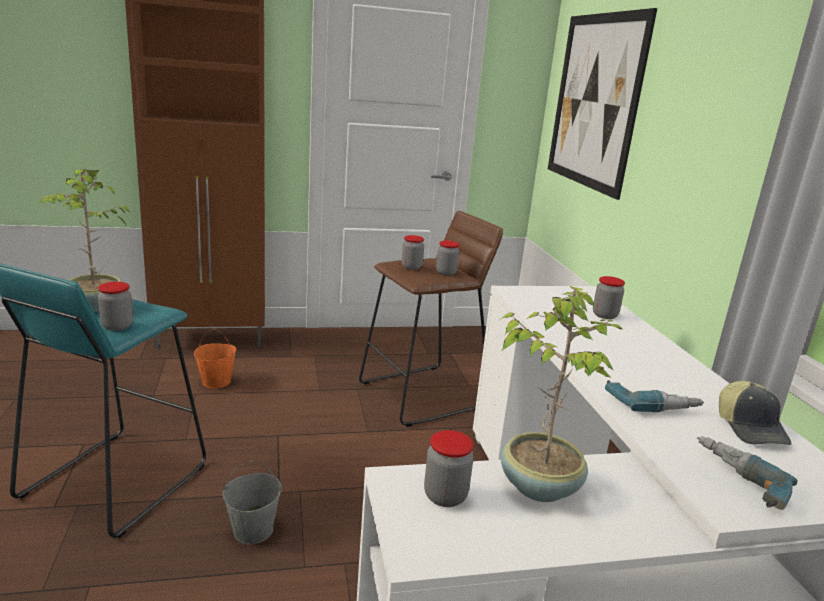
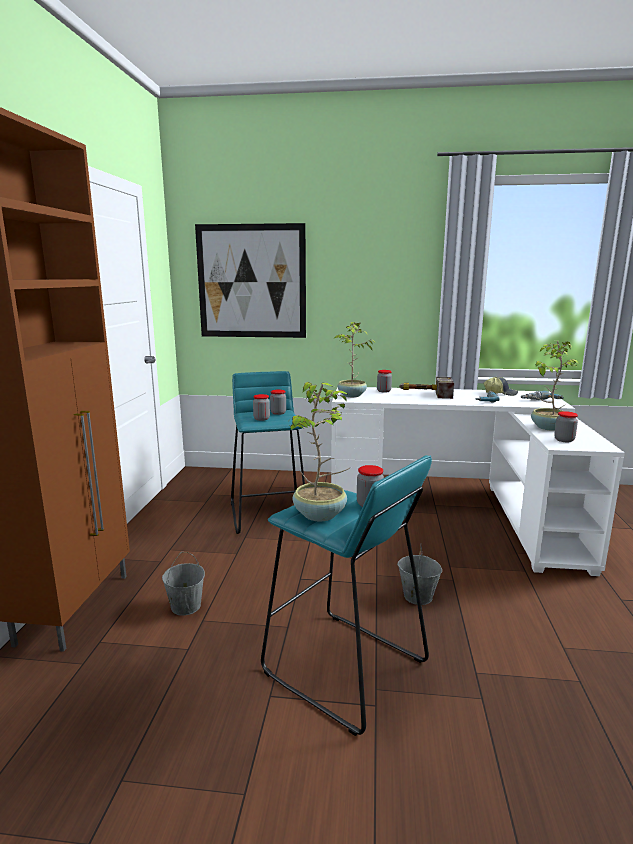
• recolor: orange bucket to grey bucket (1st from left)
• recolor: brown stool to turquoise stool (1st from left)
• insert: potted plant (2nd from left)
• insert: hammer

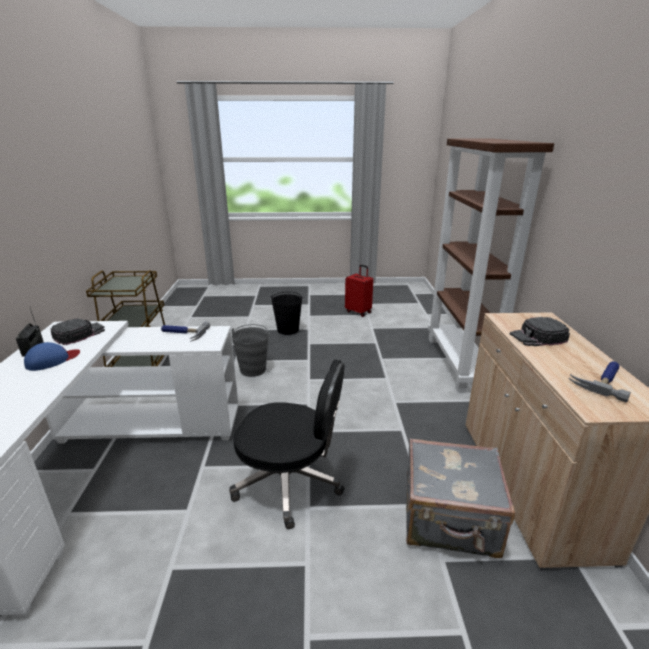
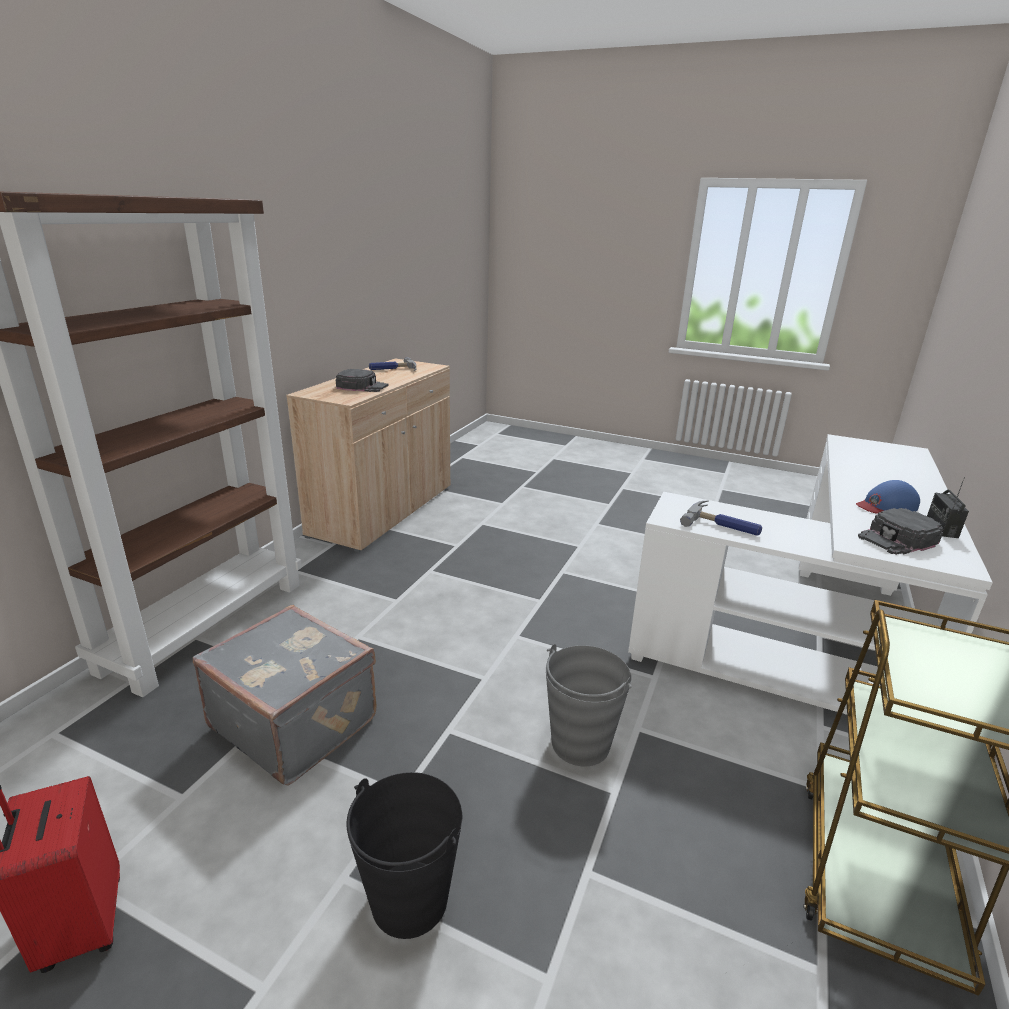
• move: grey suitcase
• delete: black office chair

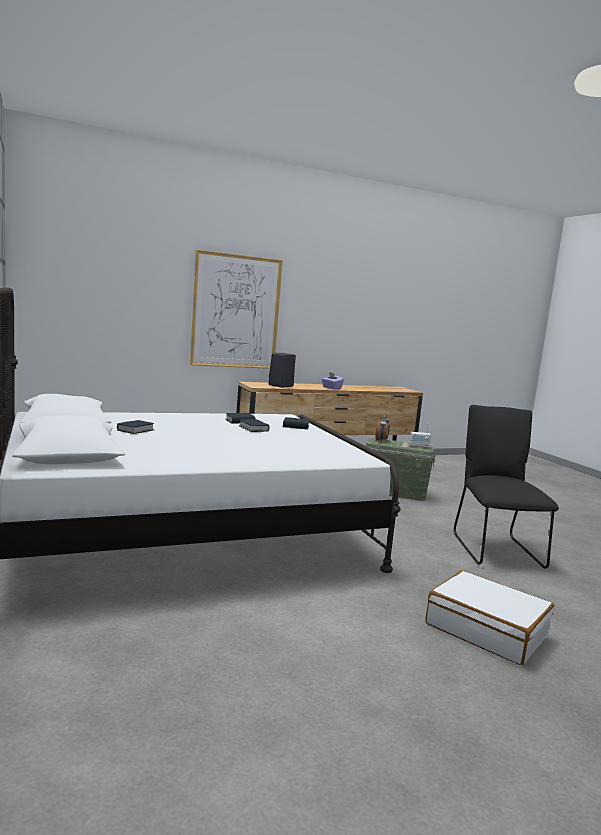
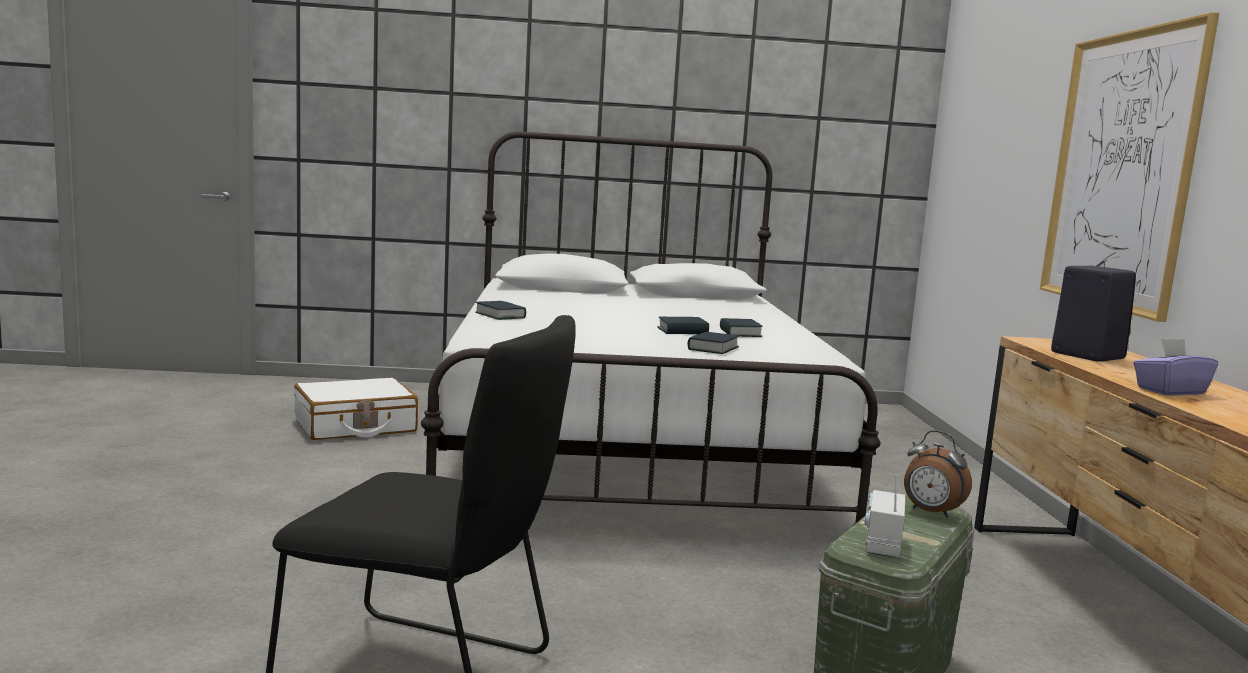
• move: white suitcase
• move: book (1st from left)

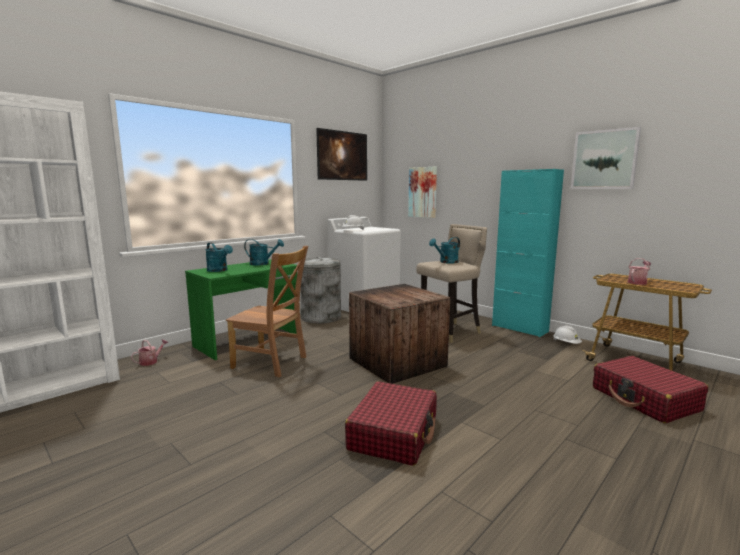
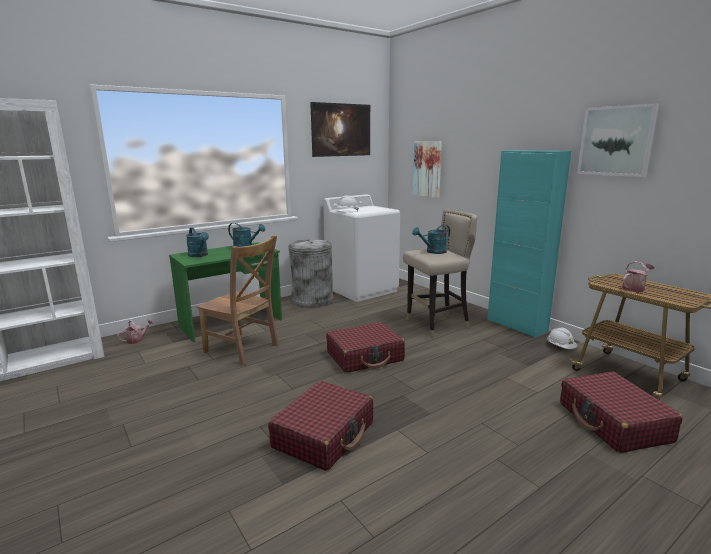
• replace: crate to red suitcase (2nd from left)

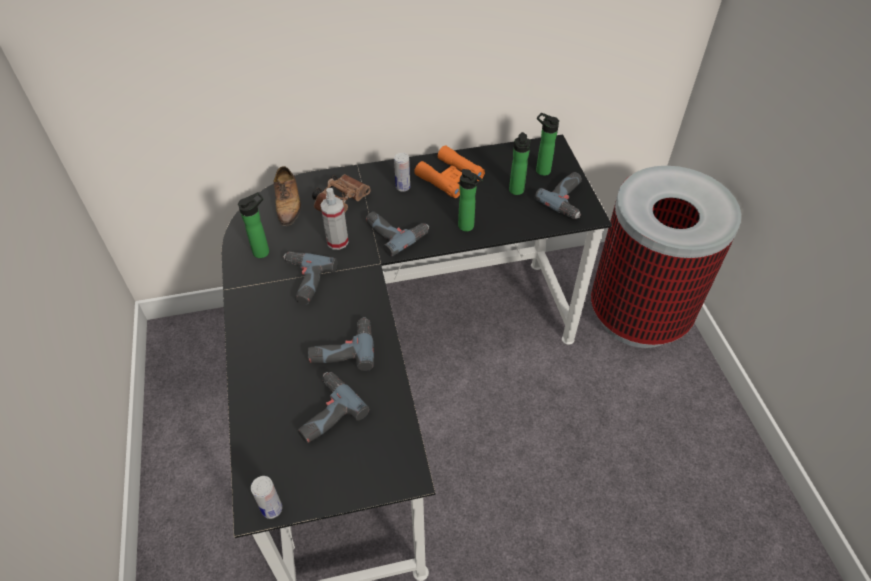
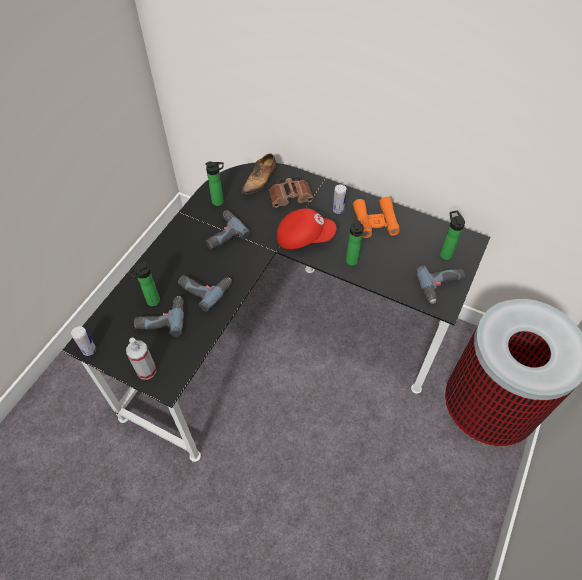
• move: spray bottle
• move: bottle (3rd from left in the first image) to bottle (1st from left)
• replace: power drill (4th from left) to red cap

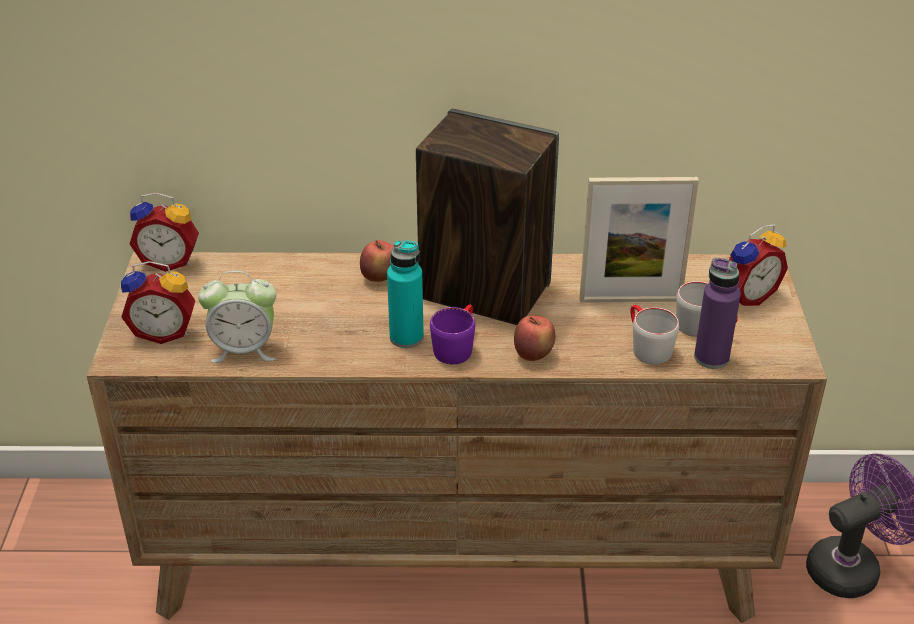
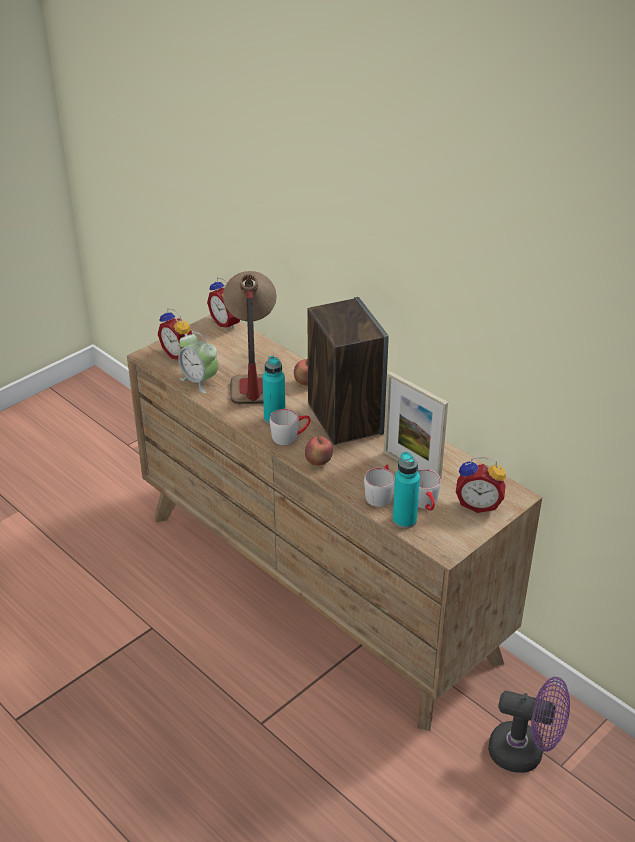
• insert: table lamp
• recolor: purple mug to grey mug (1st from left)
• recolor: purple bottle to turquoise bottle (2nd from left)

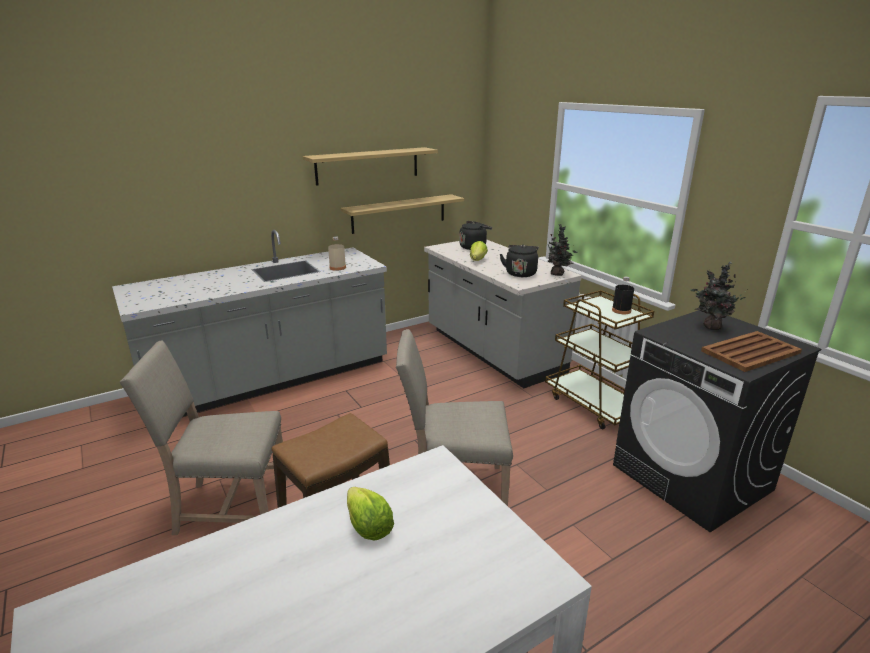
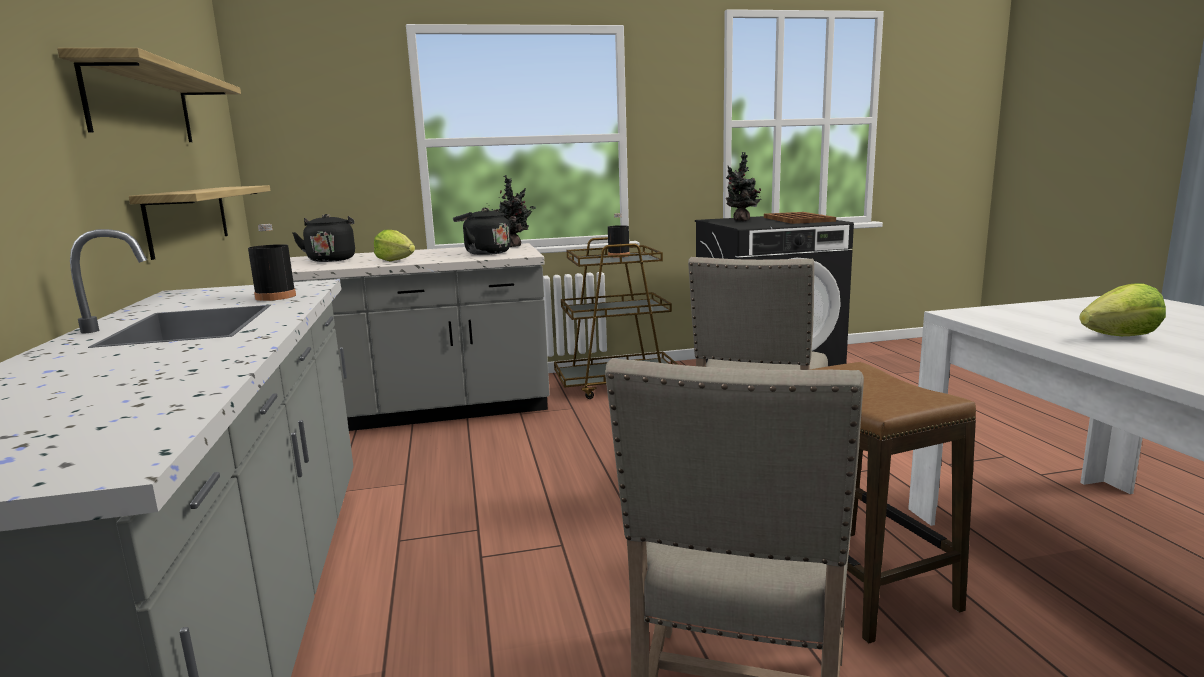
• recolor: beige bottle to black bottle (1st from left)

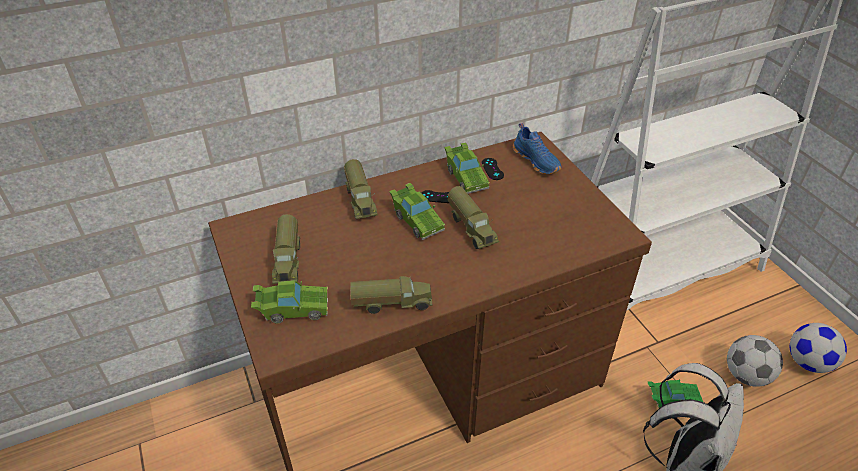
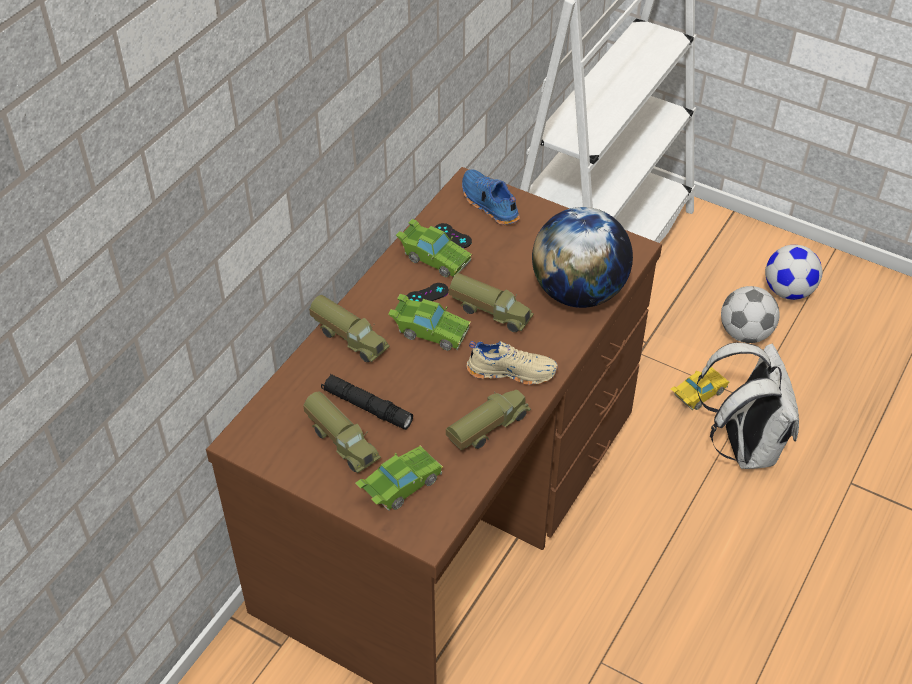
• insert: black flashlight
• rotate: blue shoe 150 degrees counterclockwise
• insert: beige shoe
• insert: globe
• recolor: green toy car (4th from left) to yellow toy car

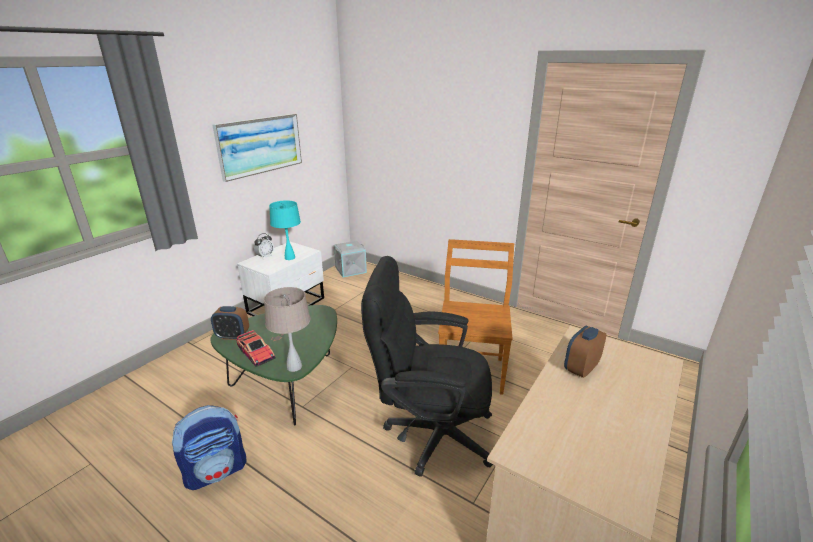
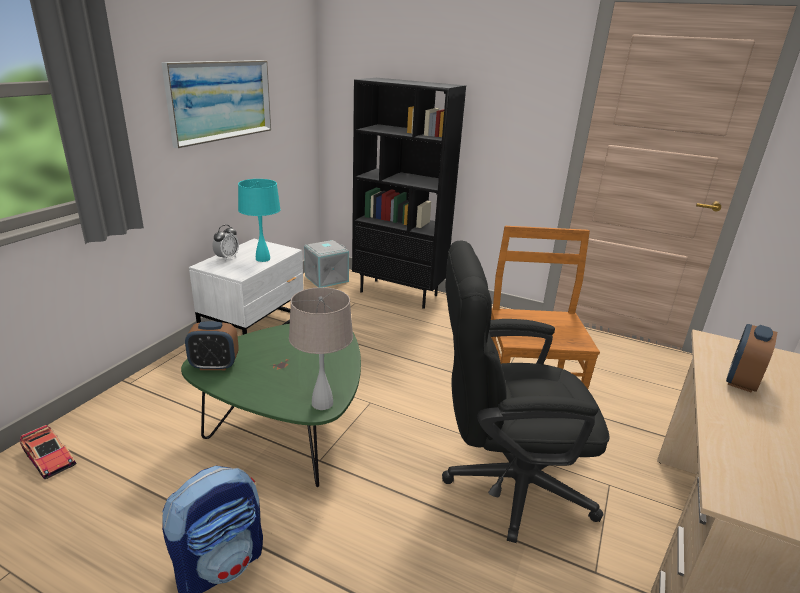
• move: toy car
• insert: black bookcase

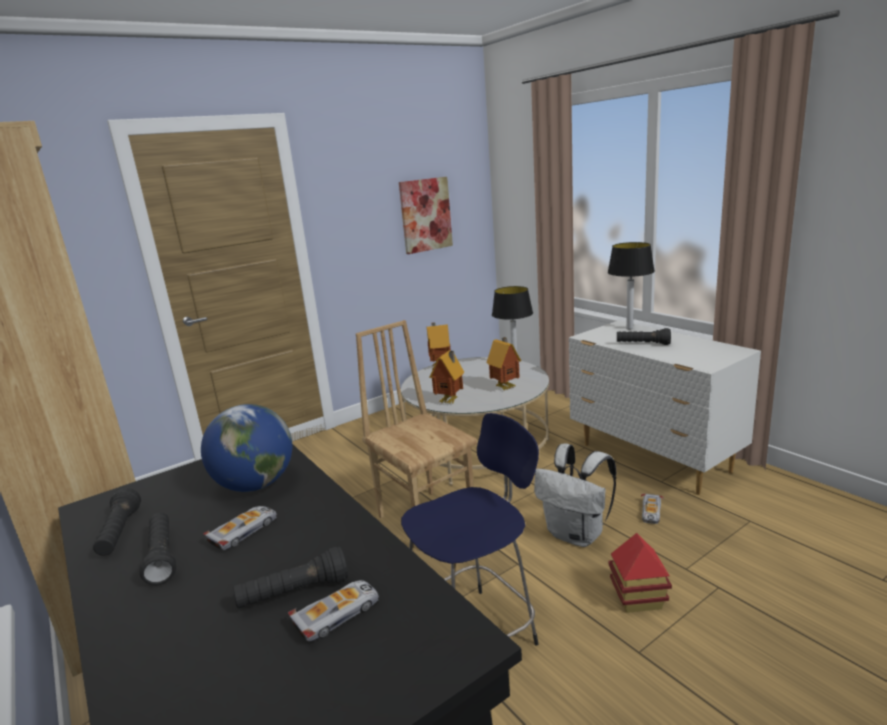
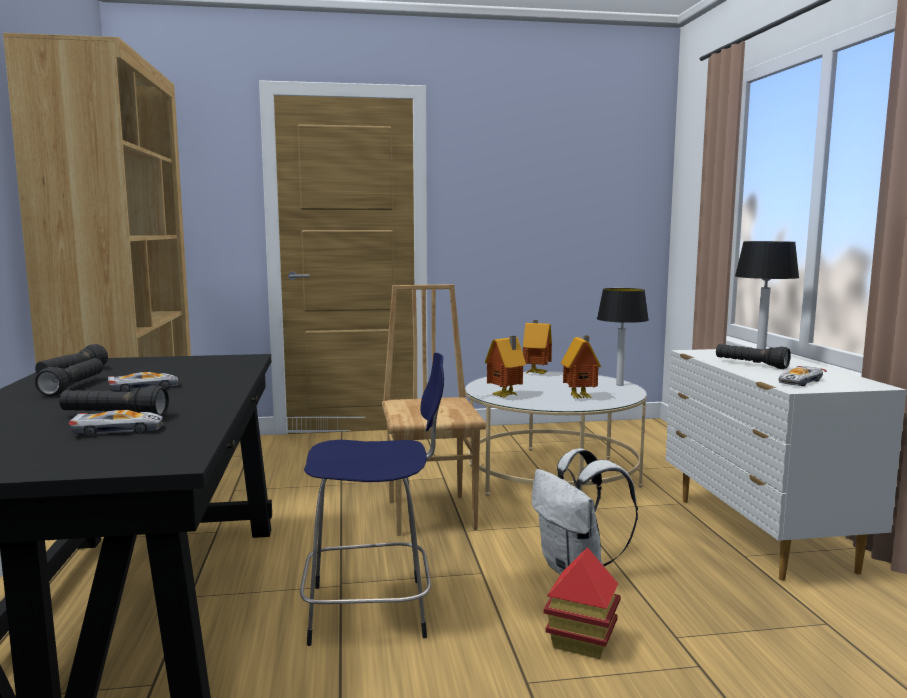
• move: toy car (3rd from left)
• delete: globe
• delete: picture

